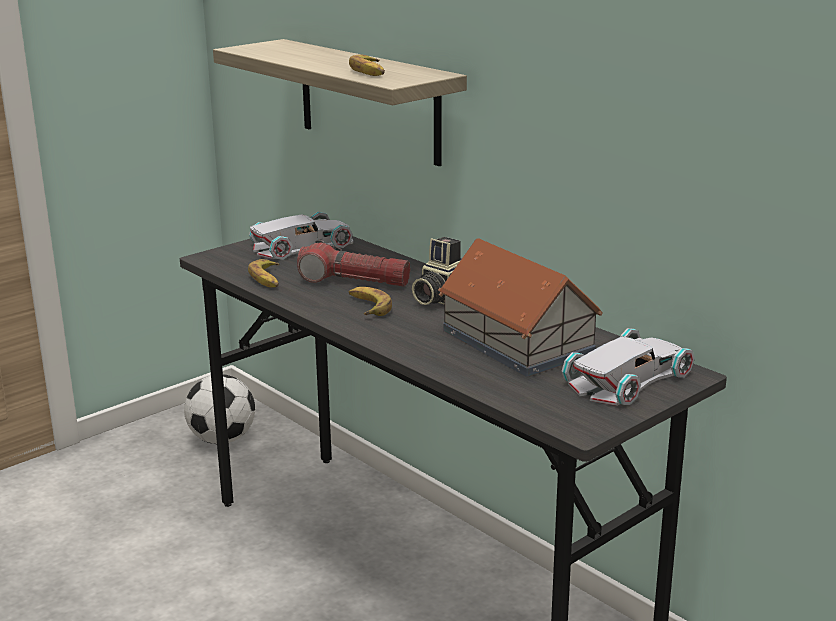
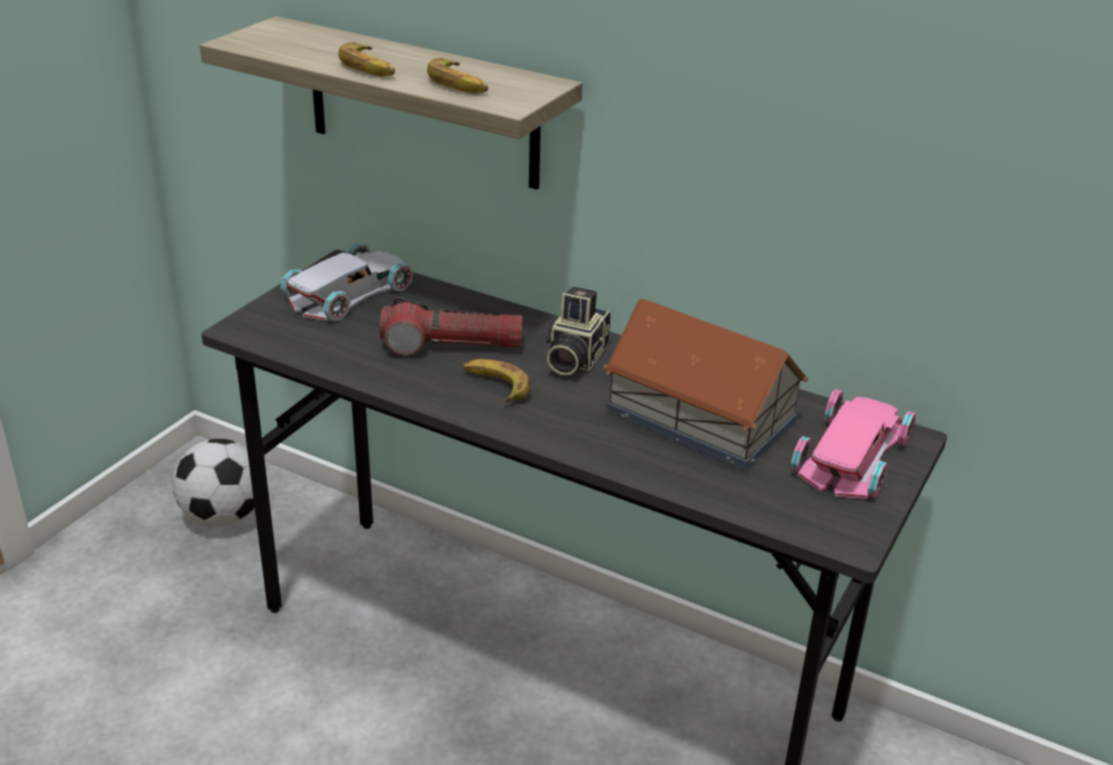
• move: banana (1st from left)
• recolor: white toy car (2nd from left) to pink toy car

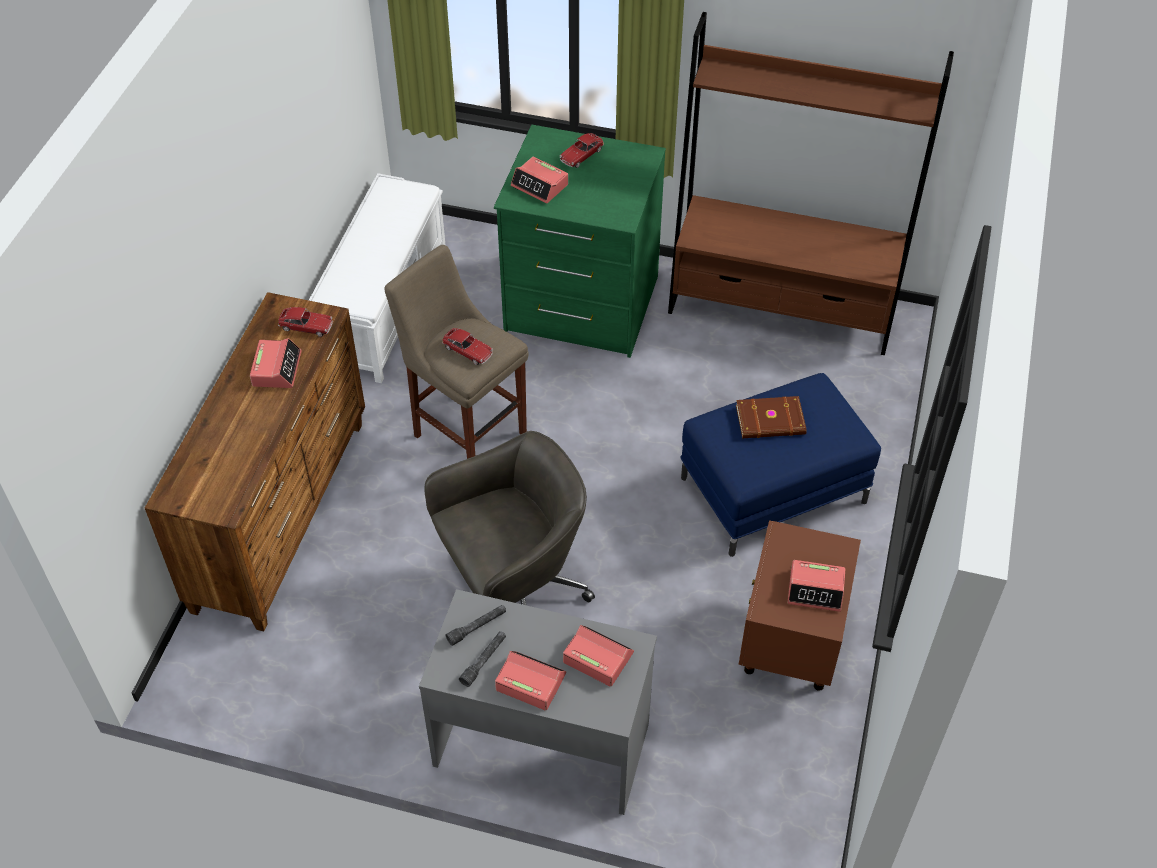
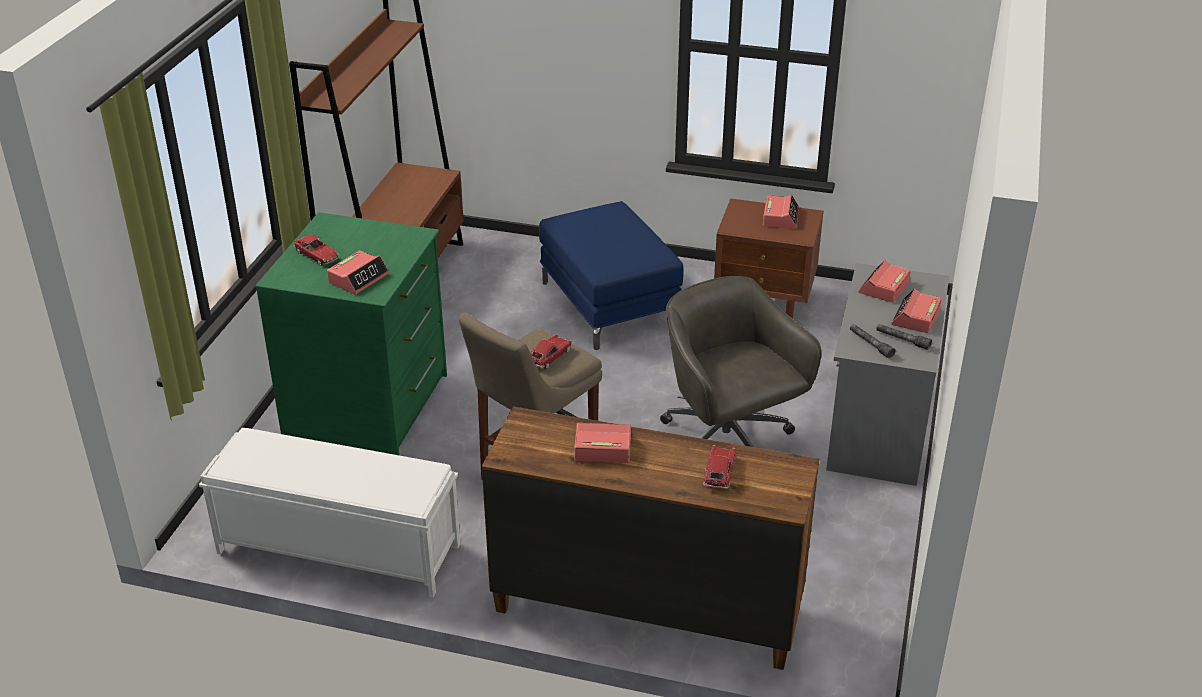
• move: toy car (1st from left in the first image) to toy car (3rd from left)
• delete: brown book

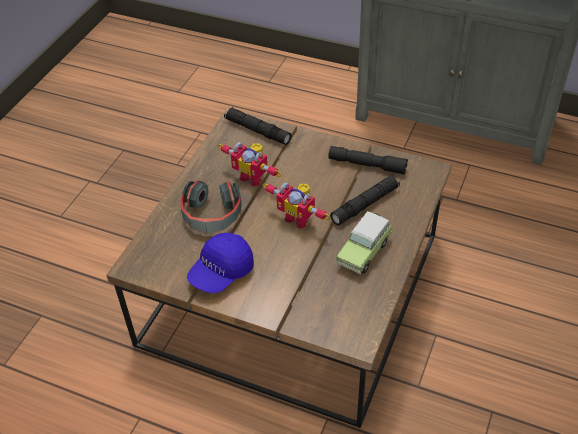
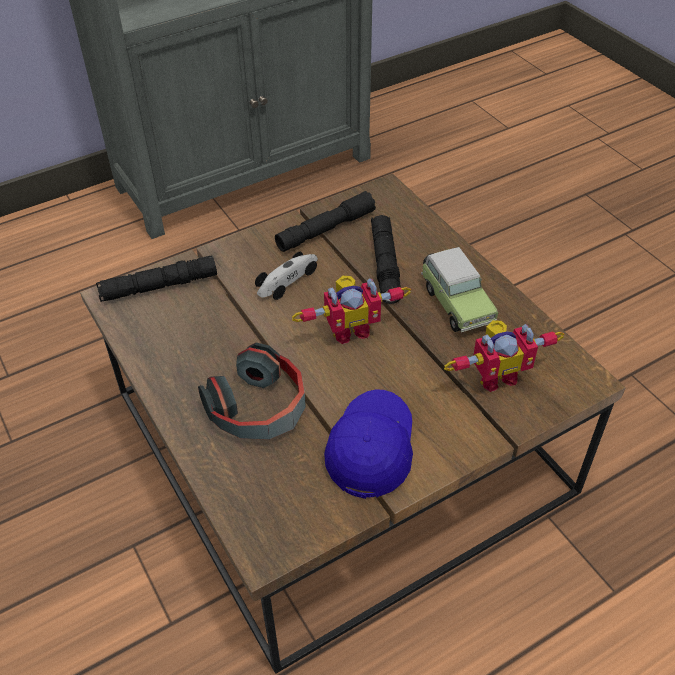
• insert: toy car (1st from left)
• rotate: blue cap 150 degrees counterclockwise
• move: toy robot (1st from left in the first image) to toy robot (2nd from left)

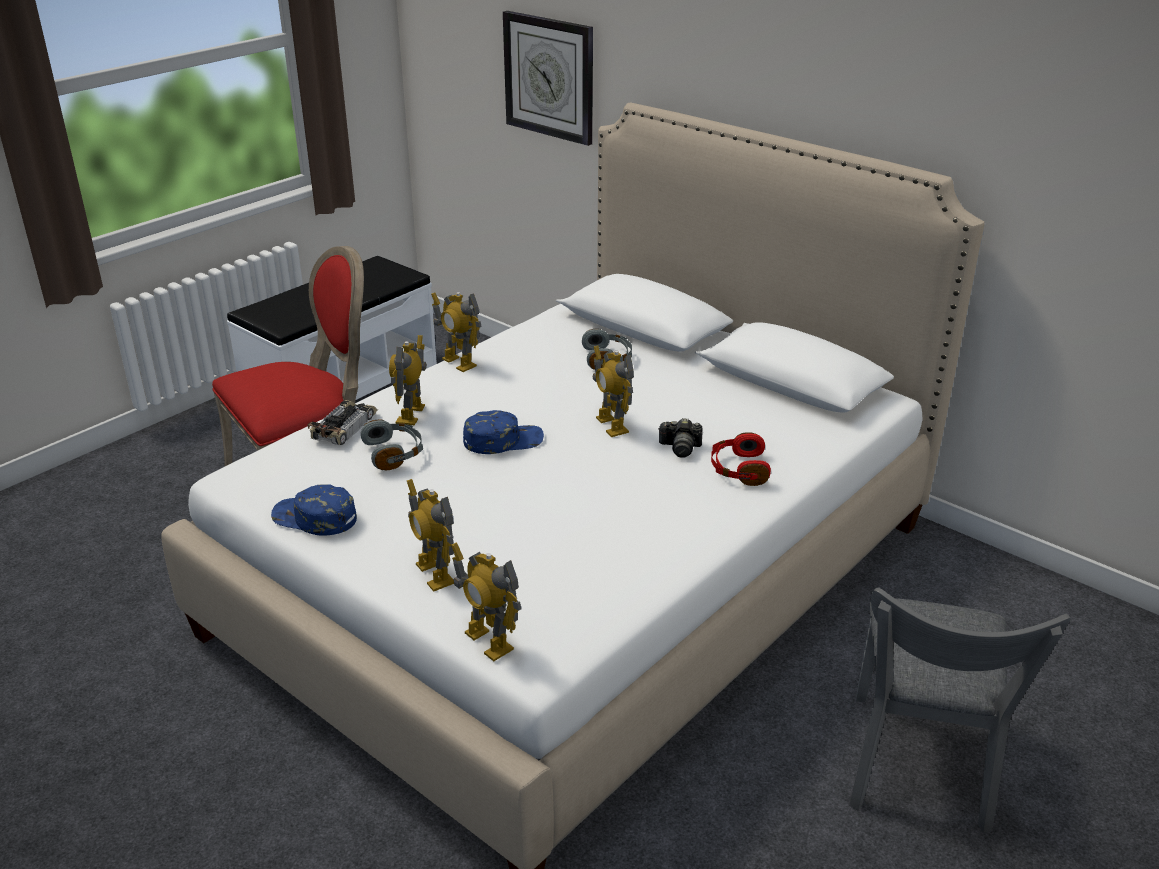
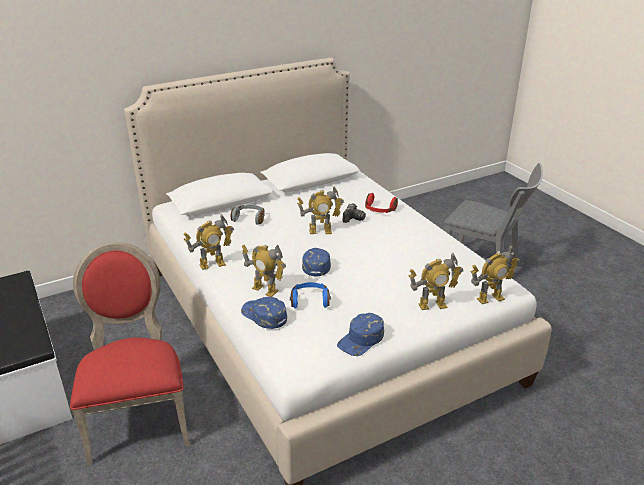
• replace: toy car to blue cap (1st from left)
• recolor: grey headphones (1st from left) to blue headphones
• delete: wall clock

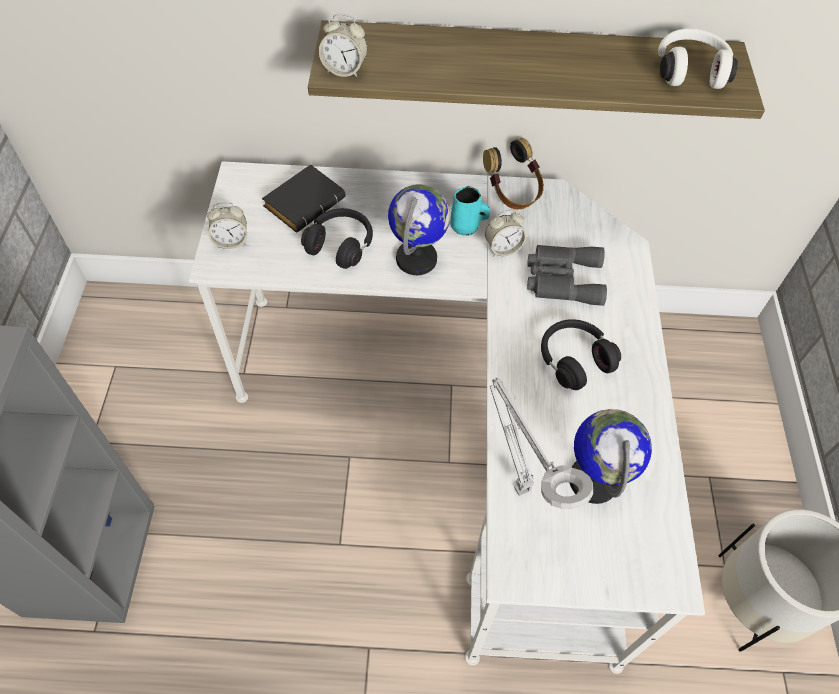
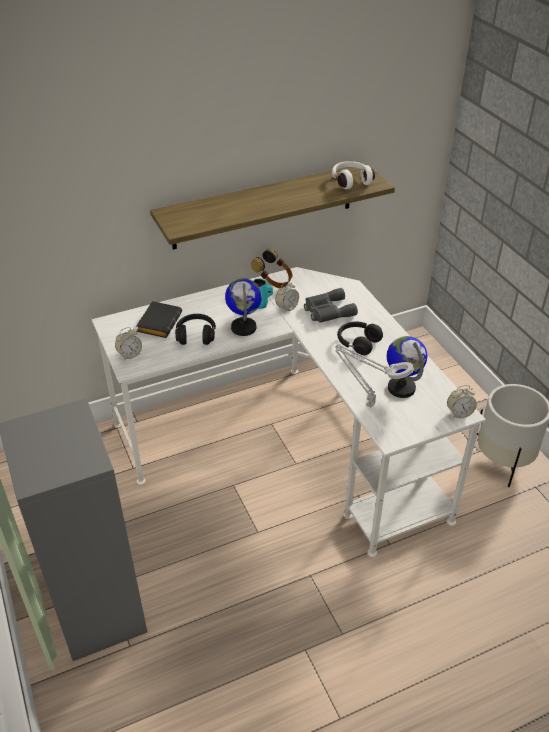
• move: alarm clock (2nd from left in the first image) to alarm clock (3rd from left)

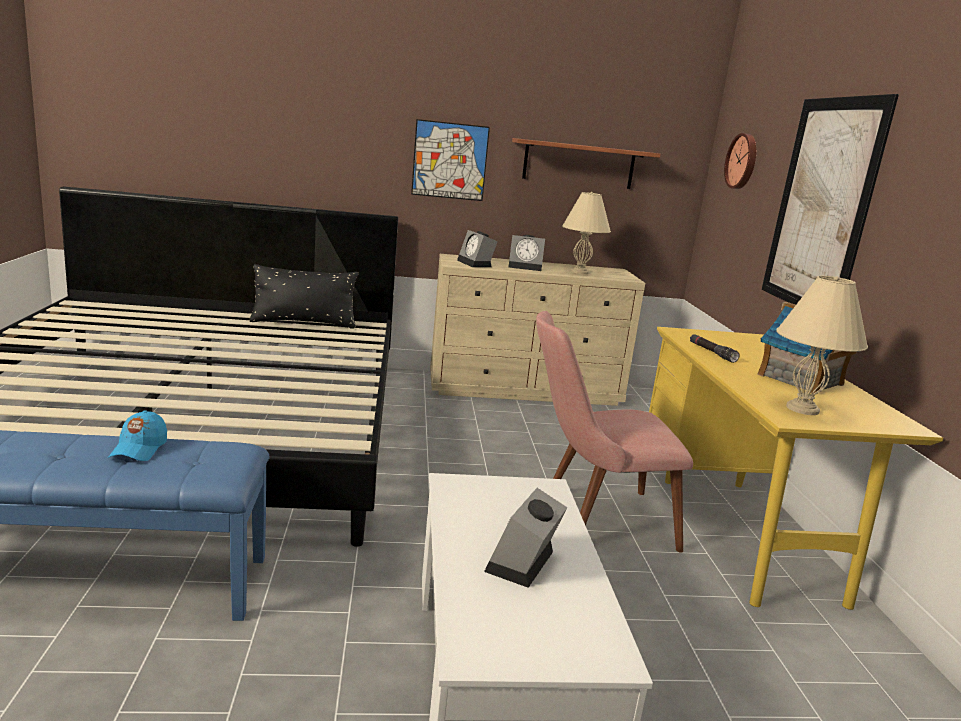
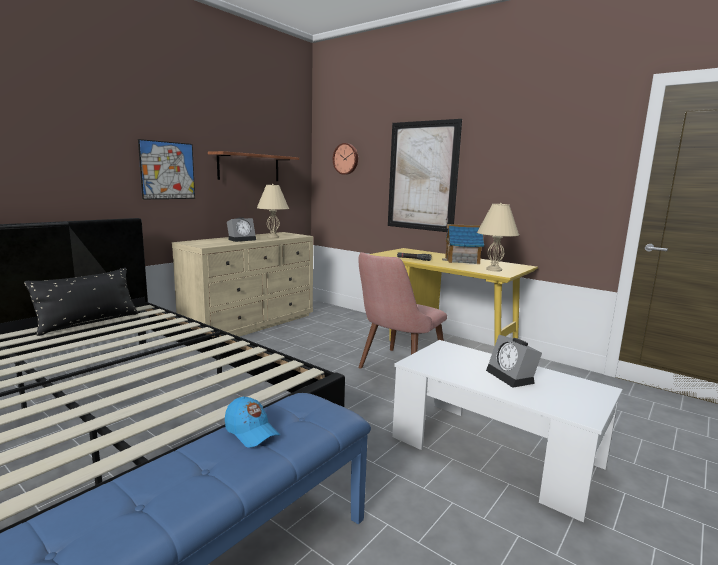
• delete: alarm clock (1st from left)

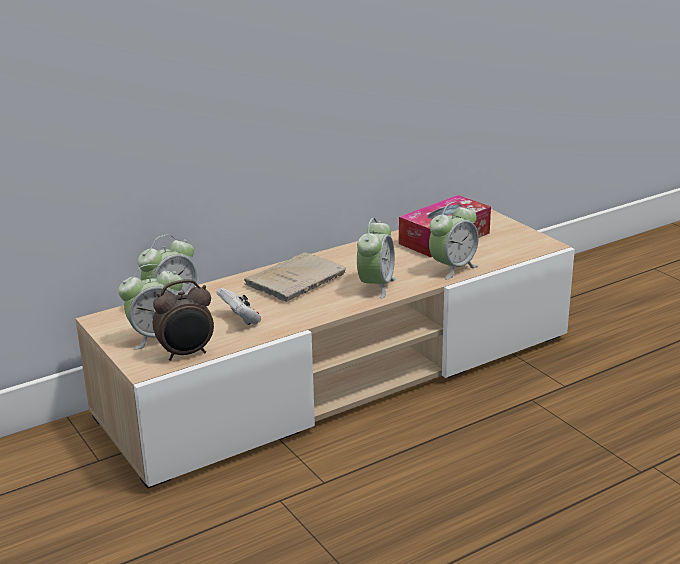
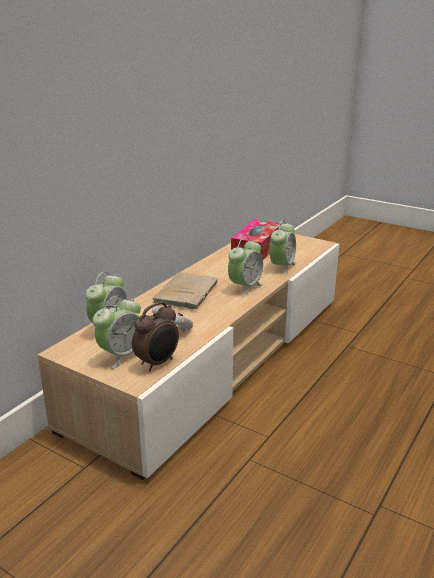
• rotate: alarm clock (4th from left) 45 degrees clockwise

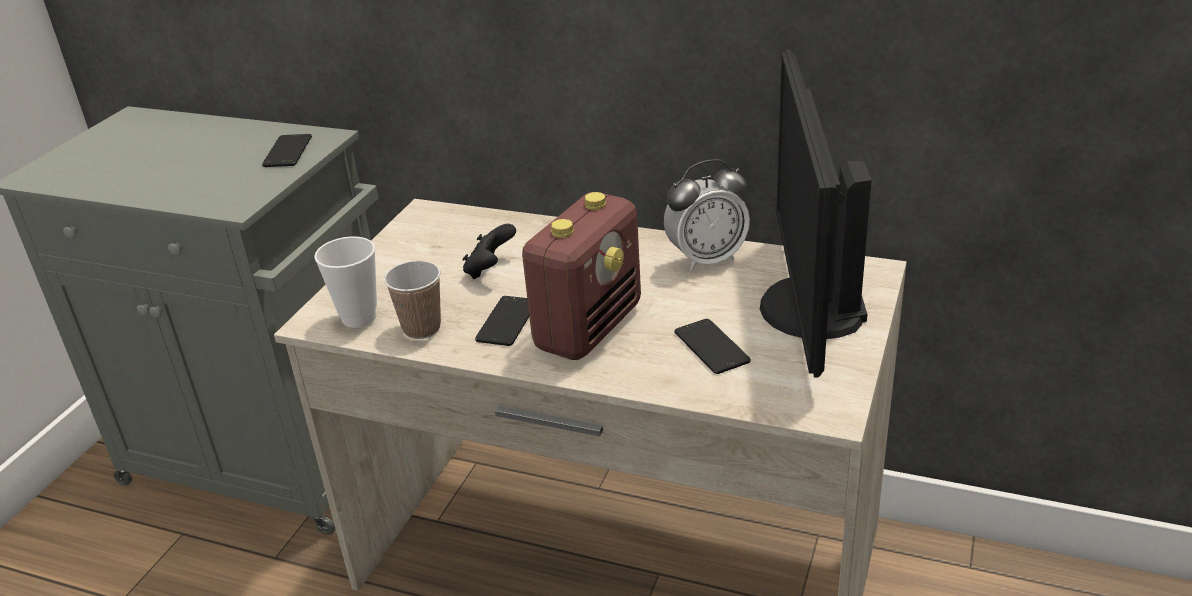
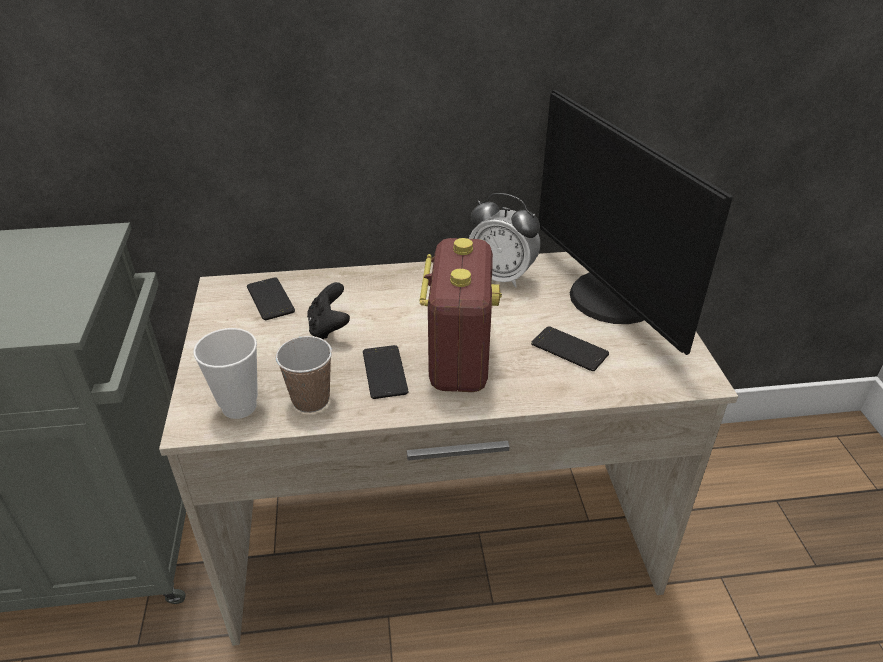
• move: phone (1st from left)
• rotate: alarm clock 75 degrees clockwise

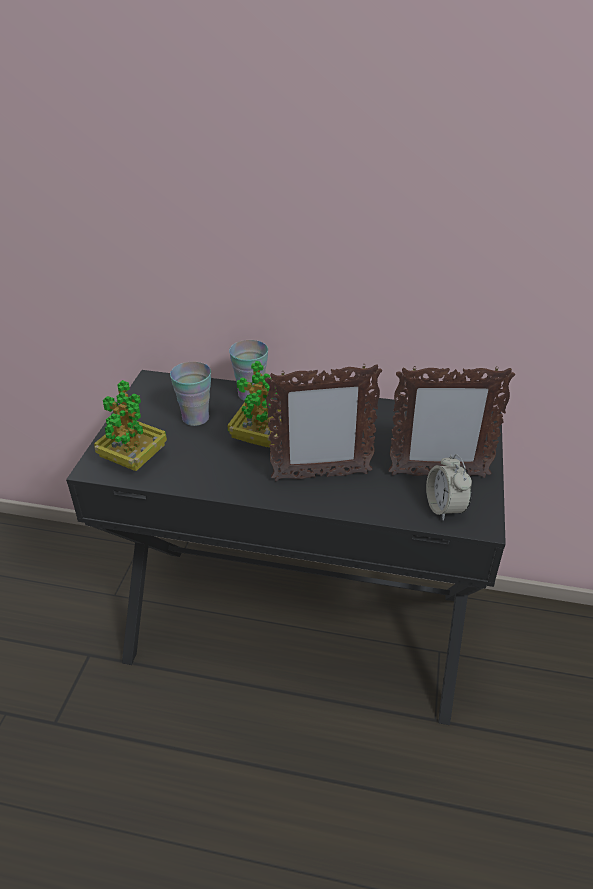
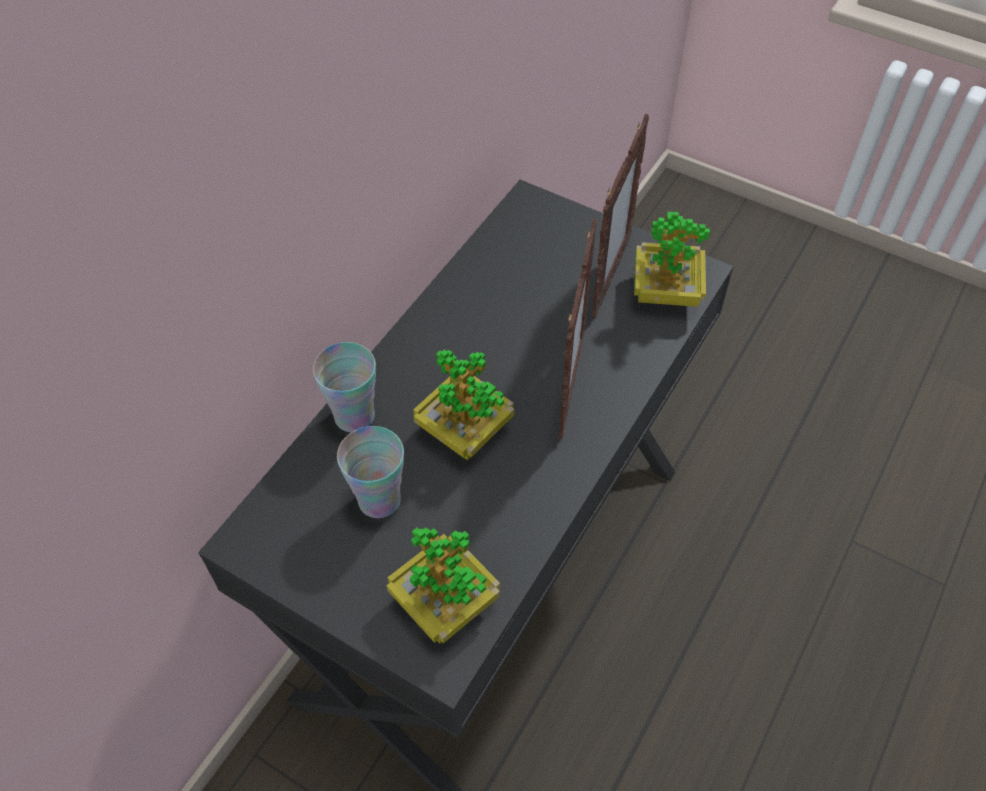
• replace: alarm clock to potted plant (3rd from left)

